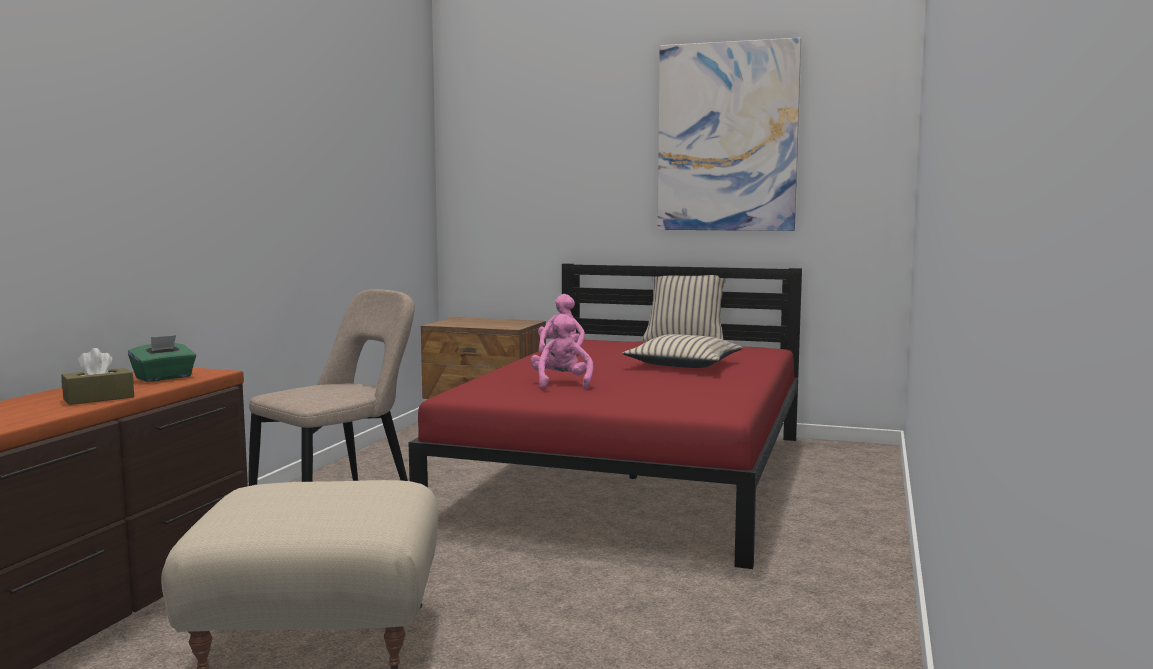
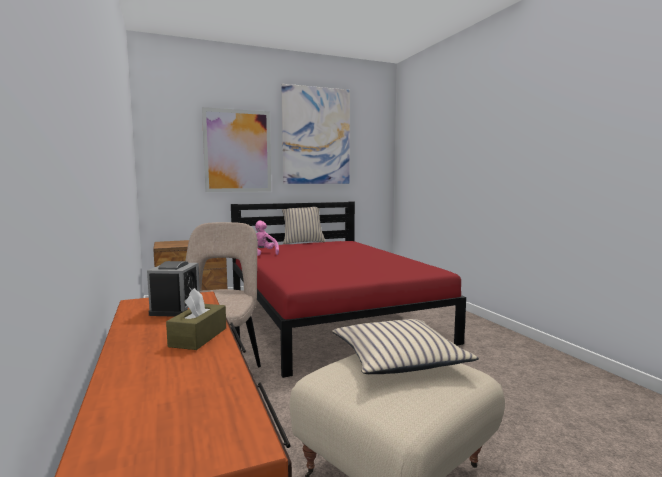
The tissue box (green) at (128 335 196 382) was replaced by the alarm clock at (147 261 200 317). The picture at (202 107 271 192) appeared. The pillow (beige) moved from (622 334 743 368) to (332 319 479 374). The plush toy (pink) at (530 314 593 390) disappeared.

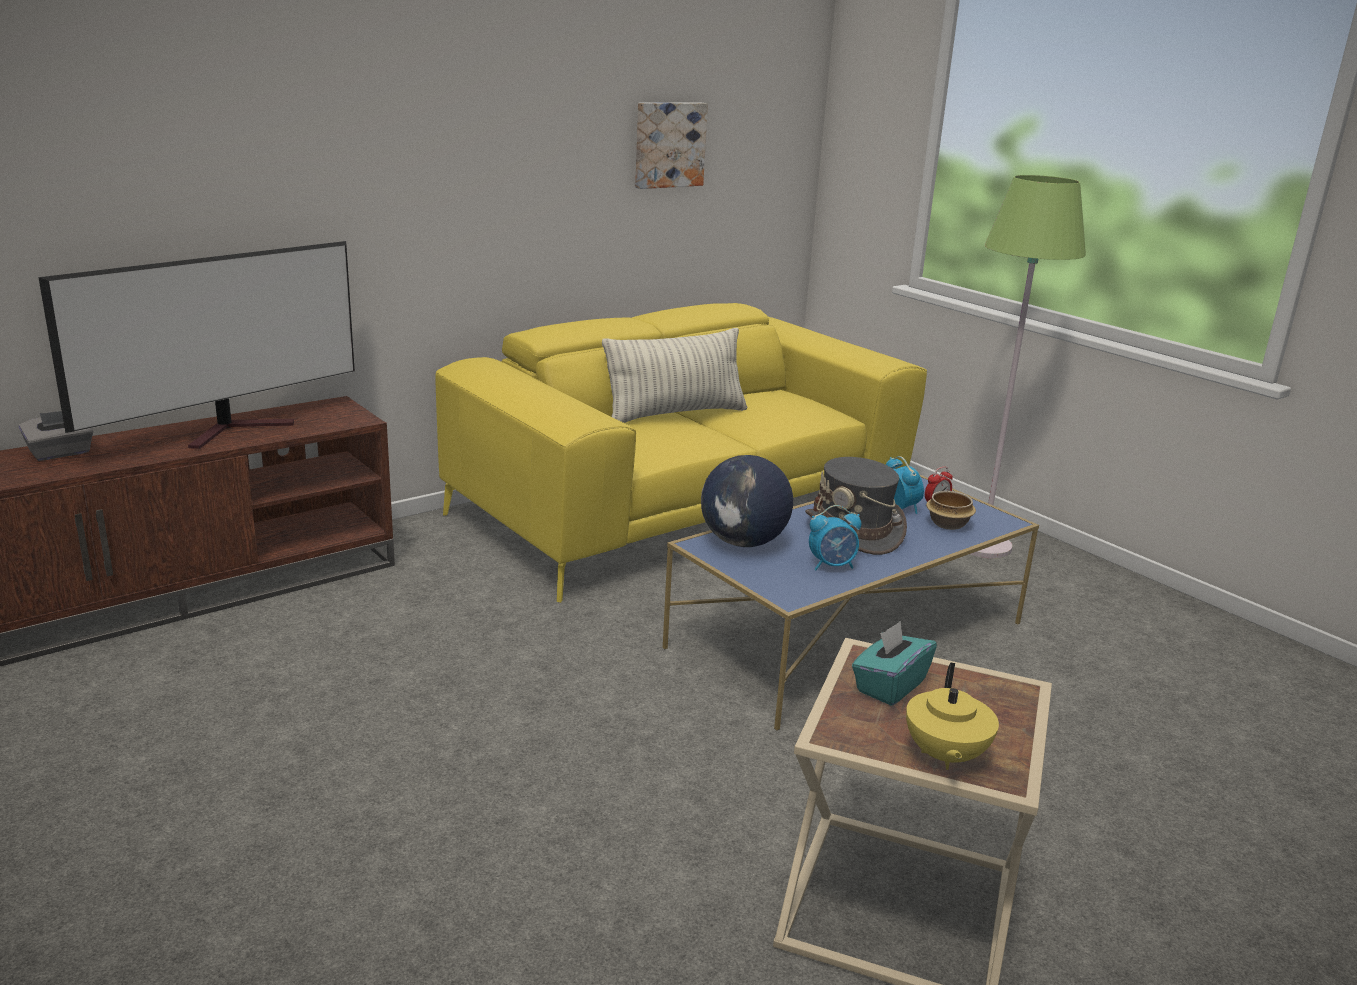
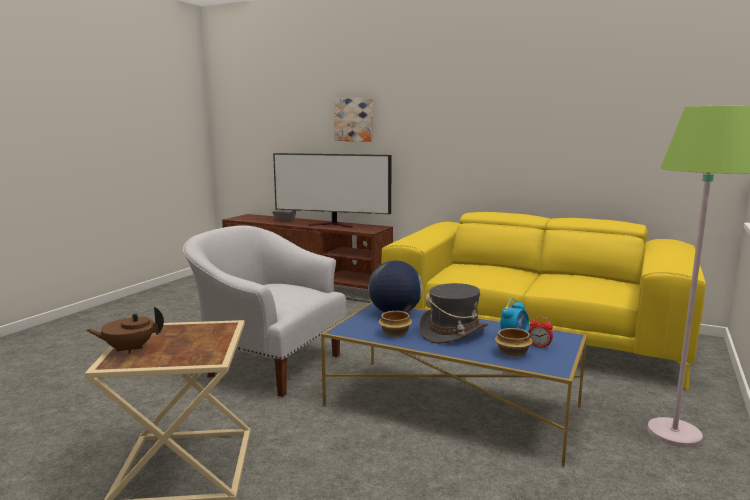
The teapot (yellow) at (906 663 999 770) became the teapot (brown) at (86 306 164 354). The armchair (white) at (183 225 346 397) appeared. The picture moved from (635 103 708 189) to (334 98 373 142). The alarm clock at (809 505 861 570) was replaced by the bowl at (379 311 412 337). The pillow at (602 328 748 423) disappeared. The tissue box (turquoise) at (852 621 937 705) disappeared.

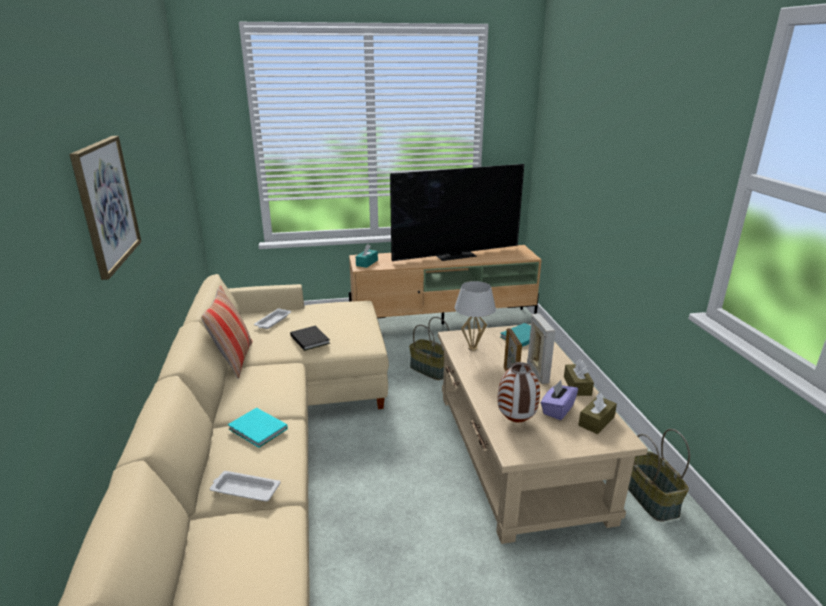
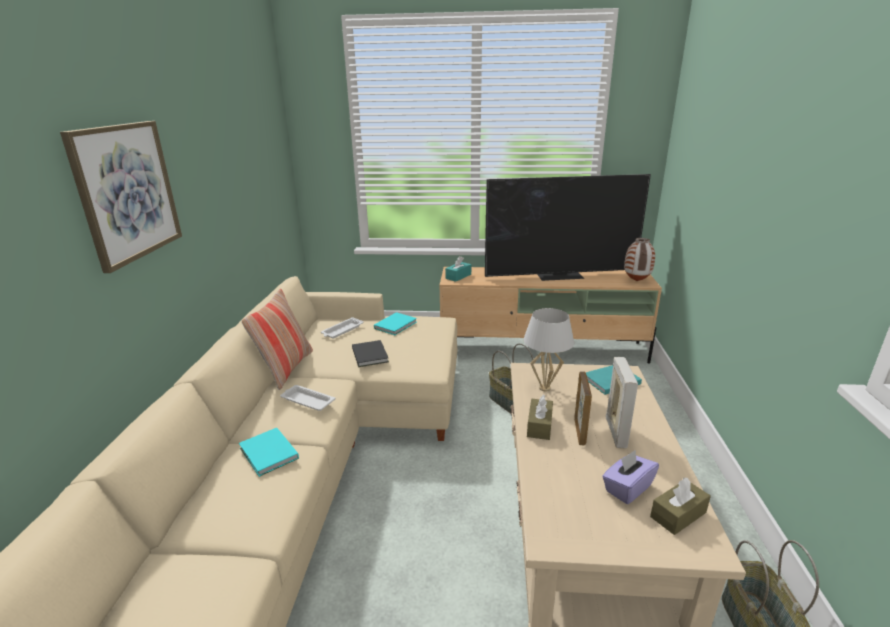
The tray (white) moved from (210 471 281 501) to (280 385 336 411). The book (turquoise) at (374 312 417 335) appeared. The tissue box (brown) moved from (564 359 594 396) to (527 395 553 440). The vase moved from (497 362 540 422) to (624 238 655 281).

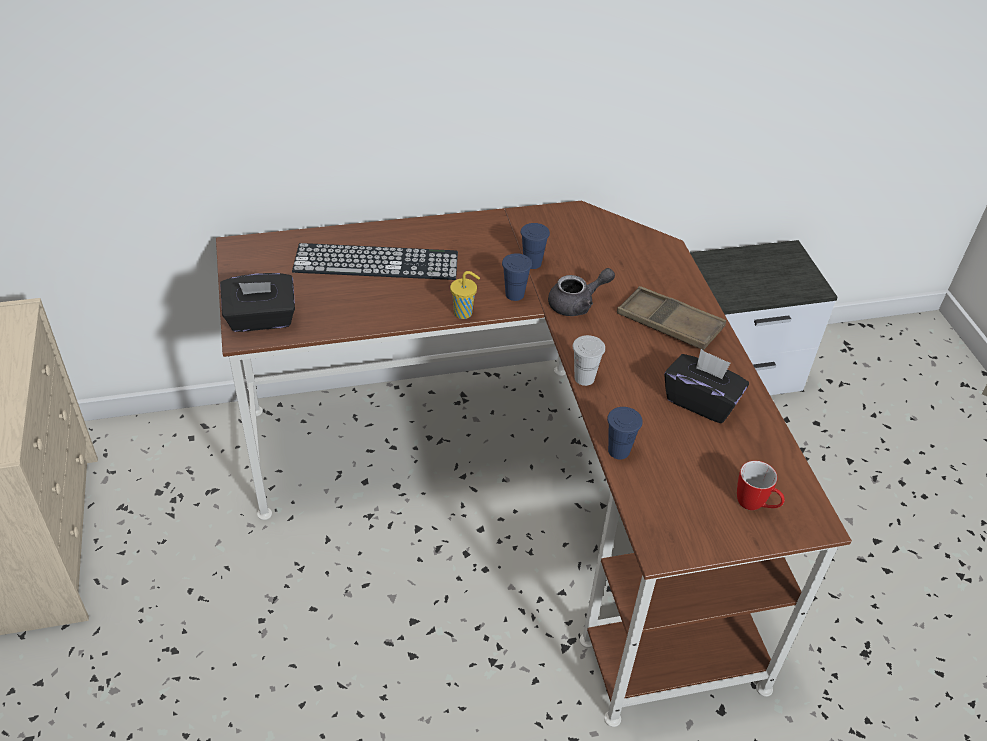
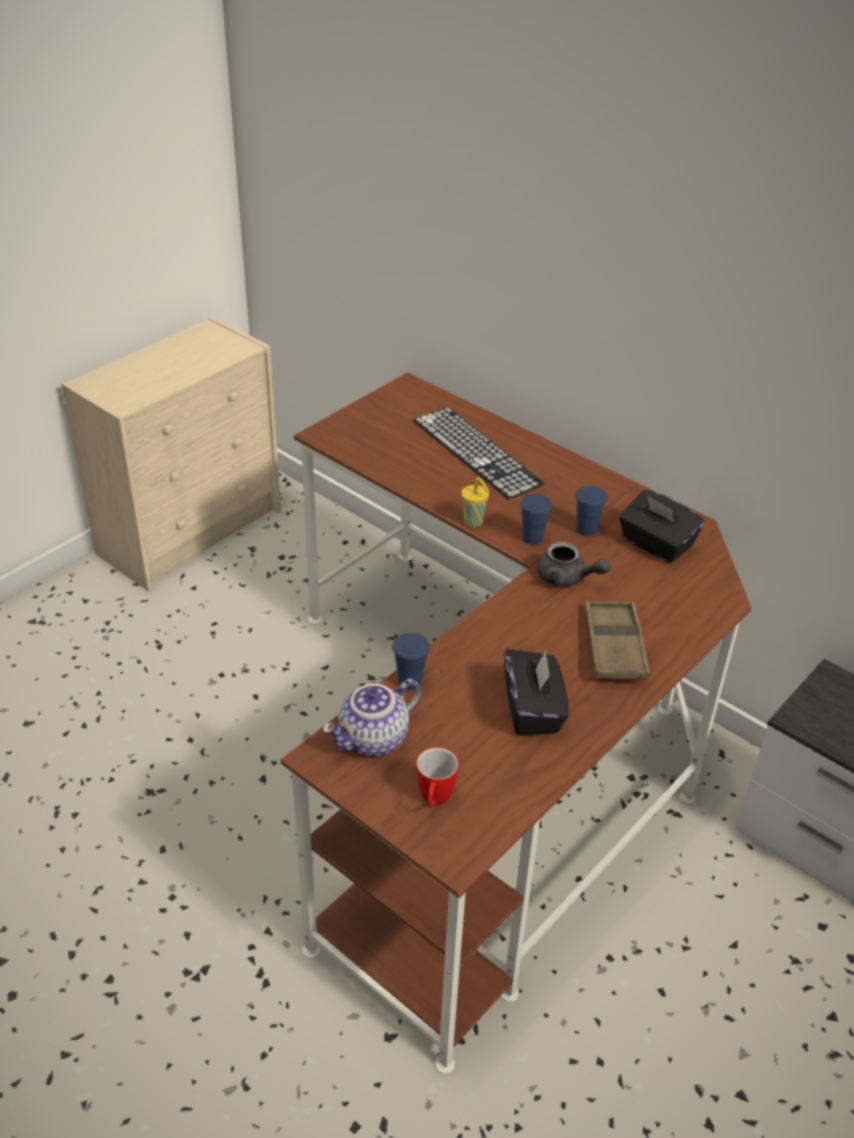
The teapot at (323 679 421 756) appeared. The tissue box (black) moved from (220 273 295 332) to (619 490 704 563). The cup (white) at (573 335 605 386) disappeared.

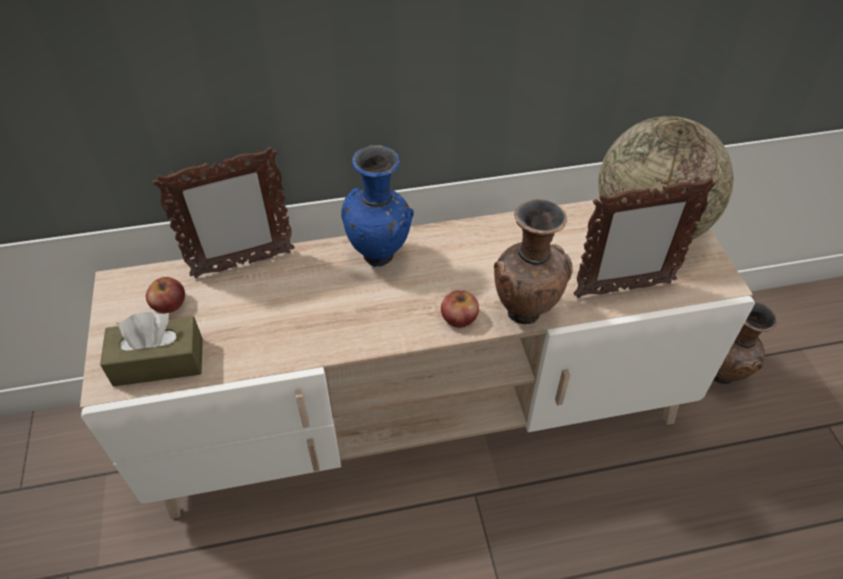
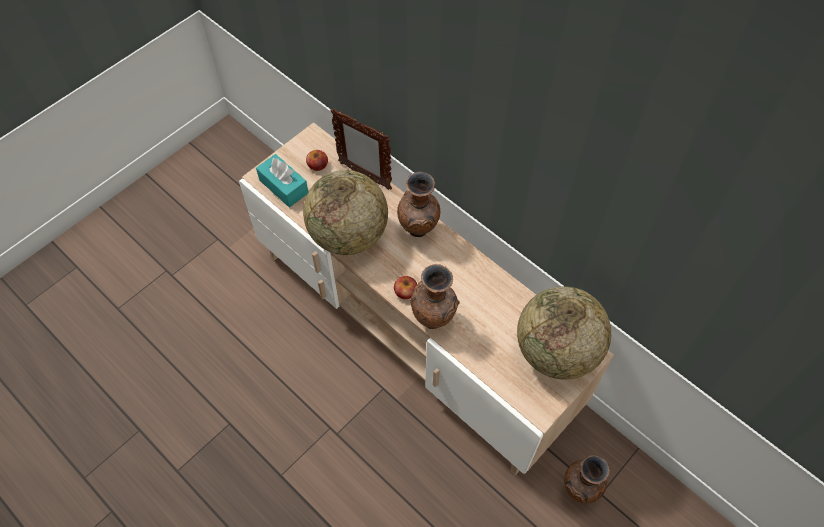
The tissue box (brown) at (100 312 203 387) became the tissue box (turquoise) at (256 154 308 207). The globe at (303 170 388 255) appeared. The vase (blue) at (341 145 414 267) became the vase (brown) at (397 172 440 237). The picture frame at (574 178 716 298) disappeared.

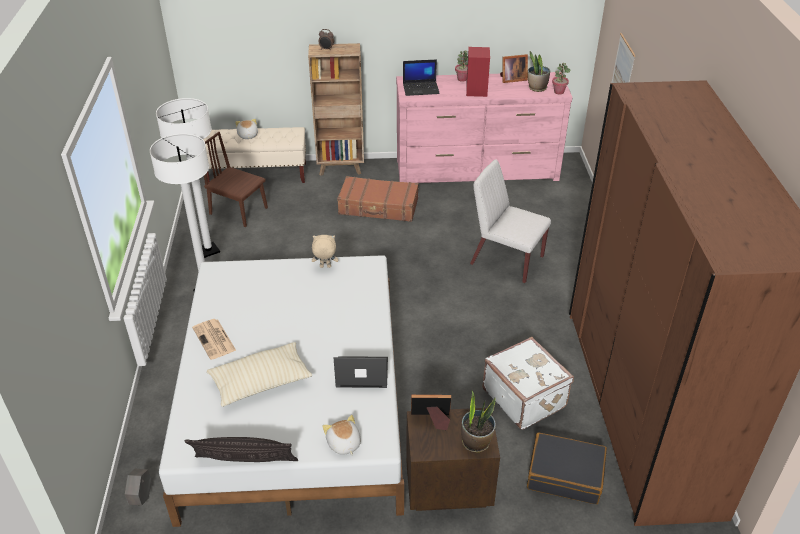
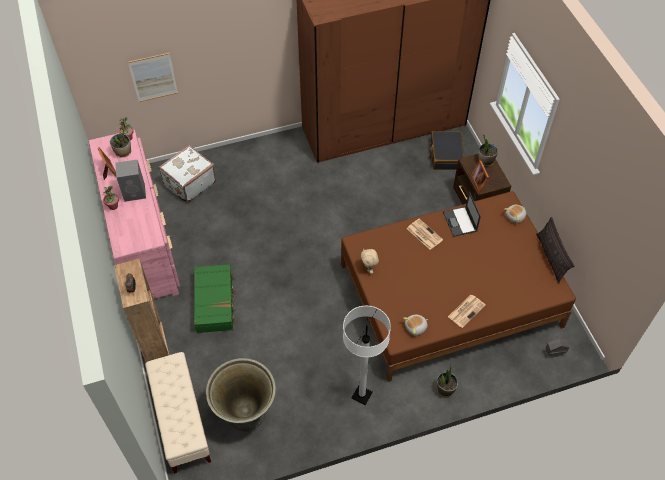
The speaker (red) at (466 47 490 97) became the speaker (grey) at (115 159 146 202). The suitcase (white) moved from (482 337 574 430) to (158 145 216 204). The suitcase (brown) at (337 176 419 222) became the suitcase (green) at (194 264 236 333). The chair (brown) at (204 132 268 227) was replaced by the planter (grey) at (206 358 276 431). The bed (white) at (159 255 404 527) became the bed (brown) at (341 191 576 382). The plush toy moved from (235 119 258 139) to (403 315 428 336). The newspaper at (407 218 443 250) appeared. The potted plant at (437 366 458 398) appeared. The floor lamp (white) at (156 98 220 258) disappeared. The pillow (beige) at (207 342 312 407) disappeared. The laptop at (403 59 440 96) disappeared. The chair (white) at (470 160 551 283) disappeared.

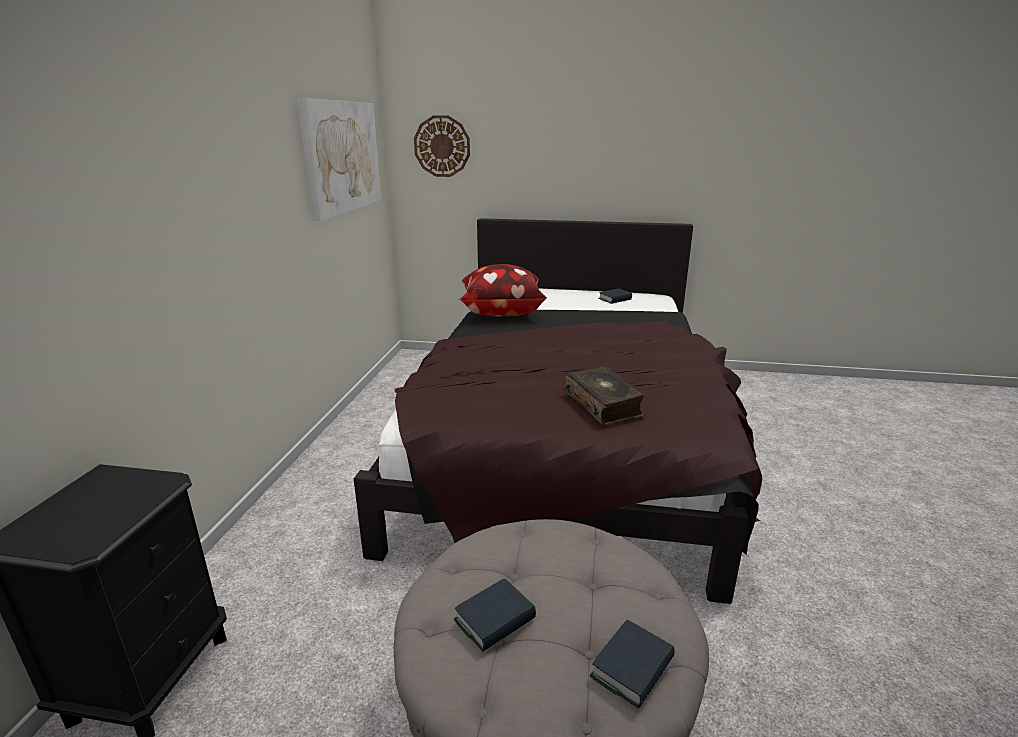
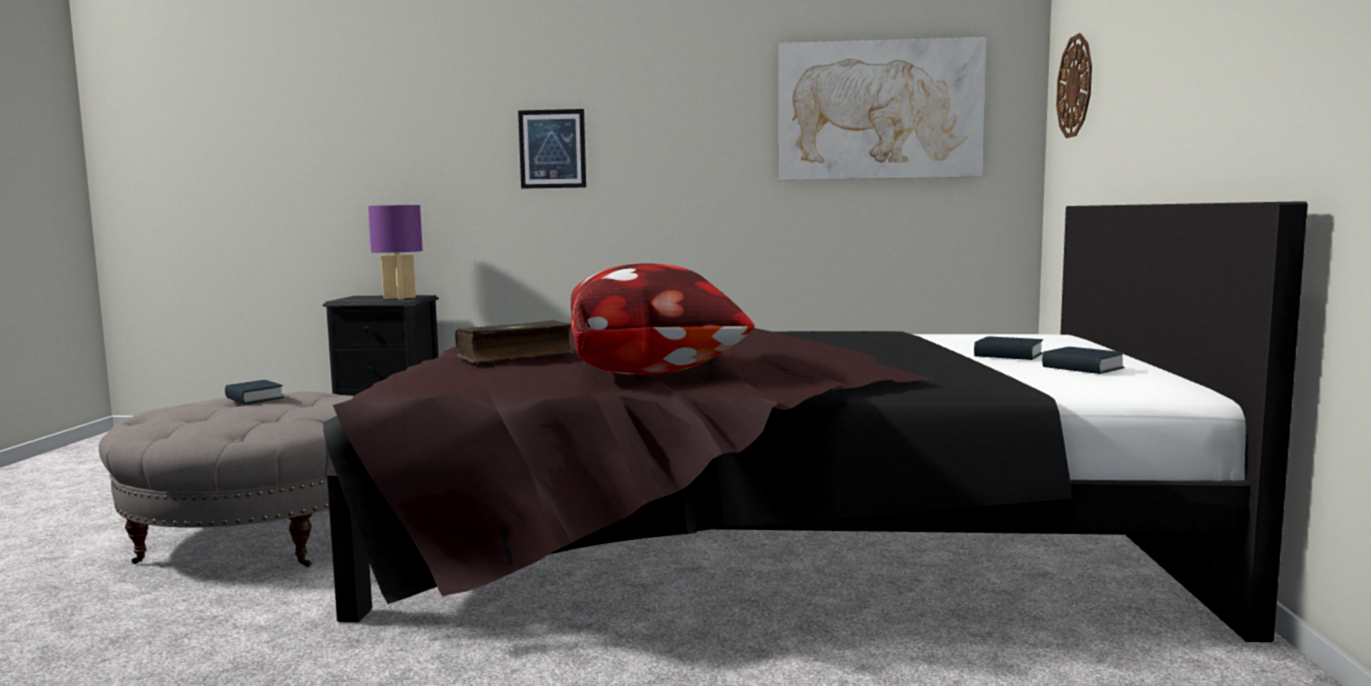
The table lamp (purple) at (368 205 423 300) appeared. The picture at (518 109 586 189) appeared. The pillow moved from (459 264 547 316) to (571 263 755 375). The book moved from (590 620 675 708) to (974 336 1043 360).

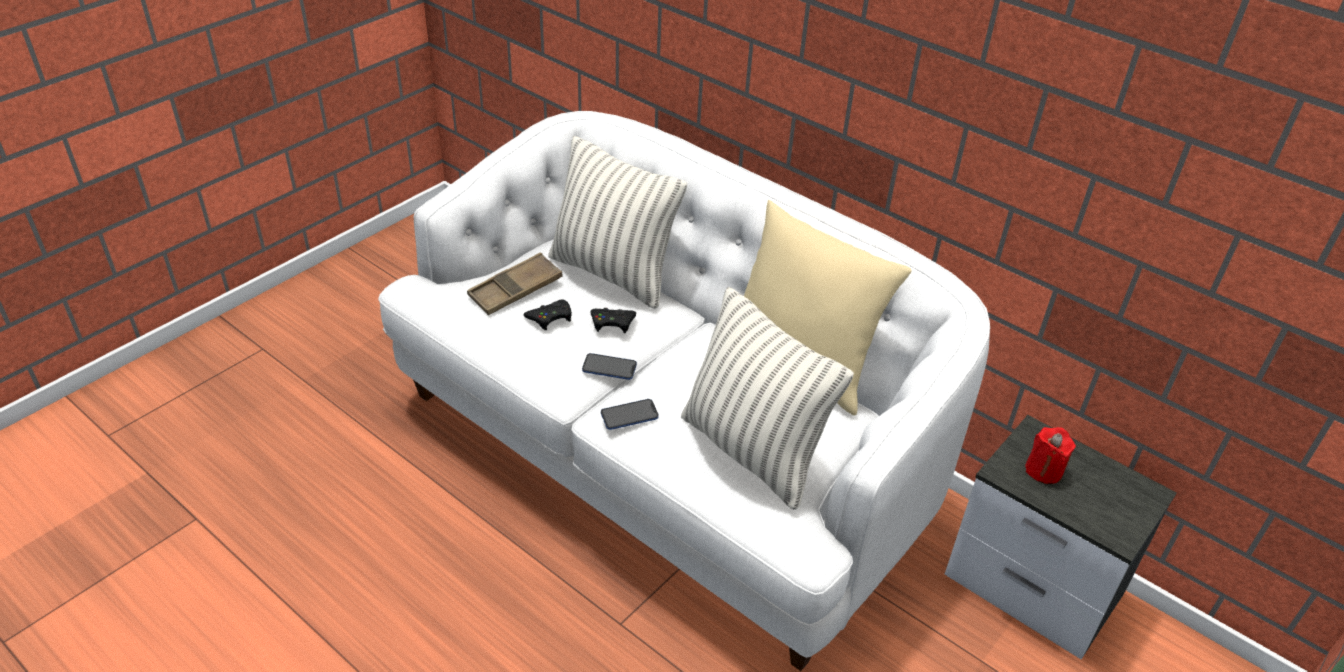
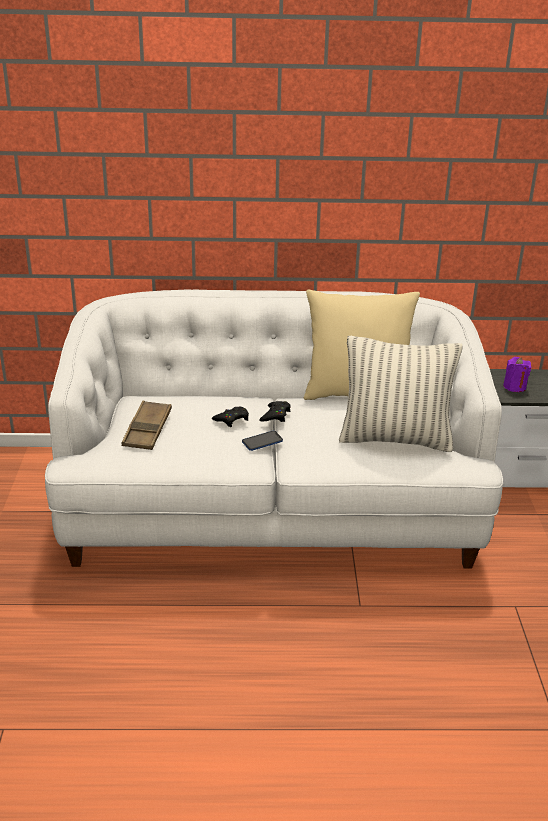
The game controller (black) moved from (523 299 572 331) to (259 401 291 422). The candle (red) at (1026 427 1076 484) became the candle (purple) at (503 357 531 392). The pillow at (549 136 687 309) disappeared. The phone at (601 399 659 430) disappeared.

